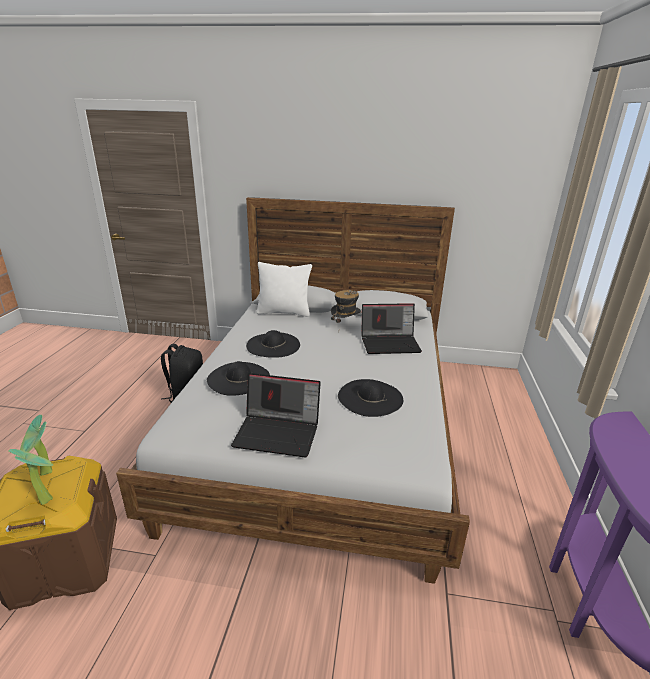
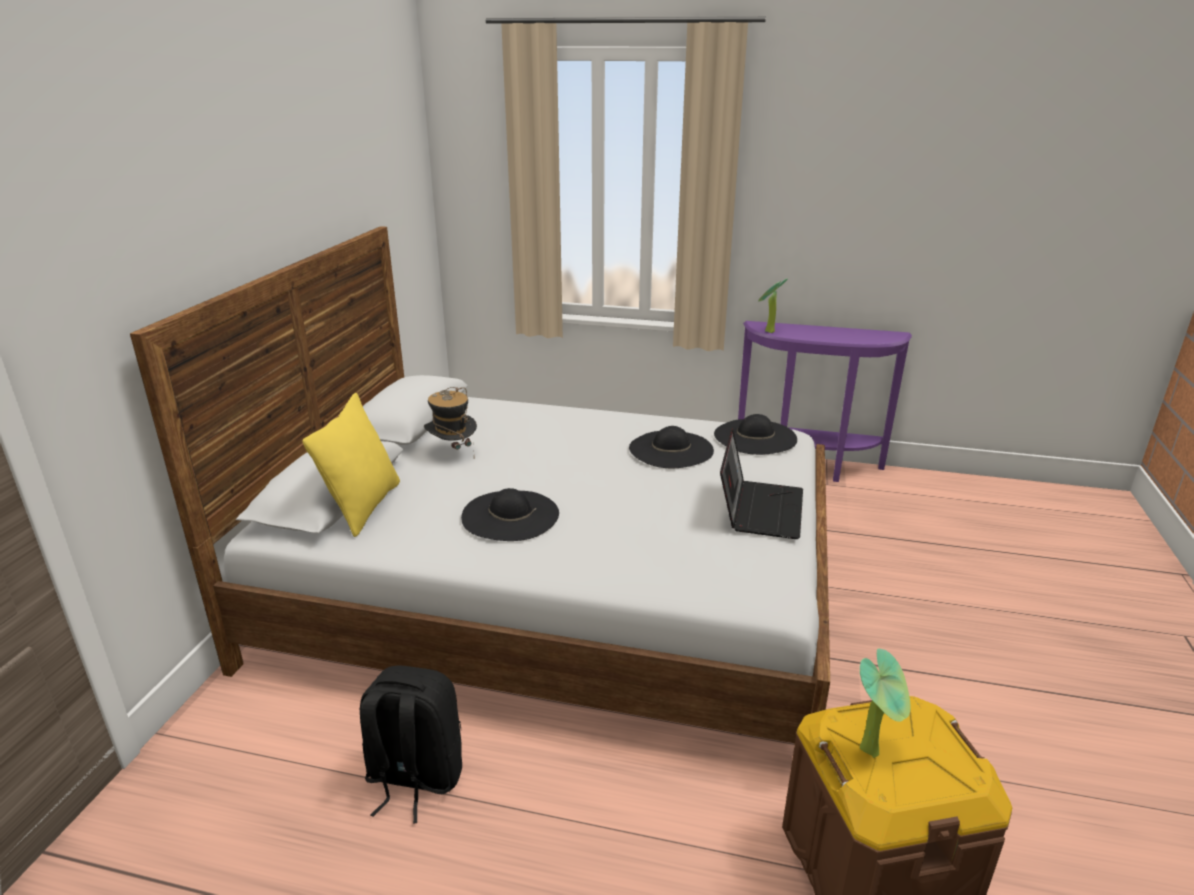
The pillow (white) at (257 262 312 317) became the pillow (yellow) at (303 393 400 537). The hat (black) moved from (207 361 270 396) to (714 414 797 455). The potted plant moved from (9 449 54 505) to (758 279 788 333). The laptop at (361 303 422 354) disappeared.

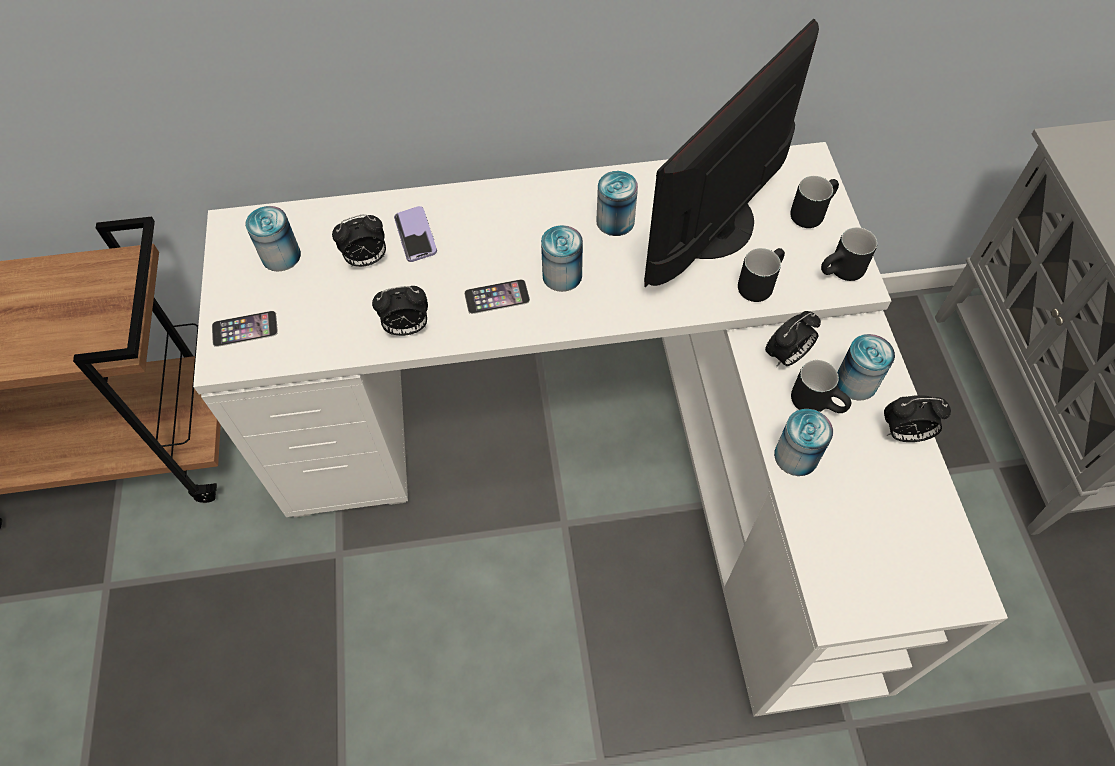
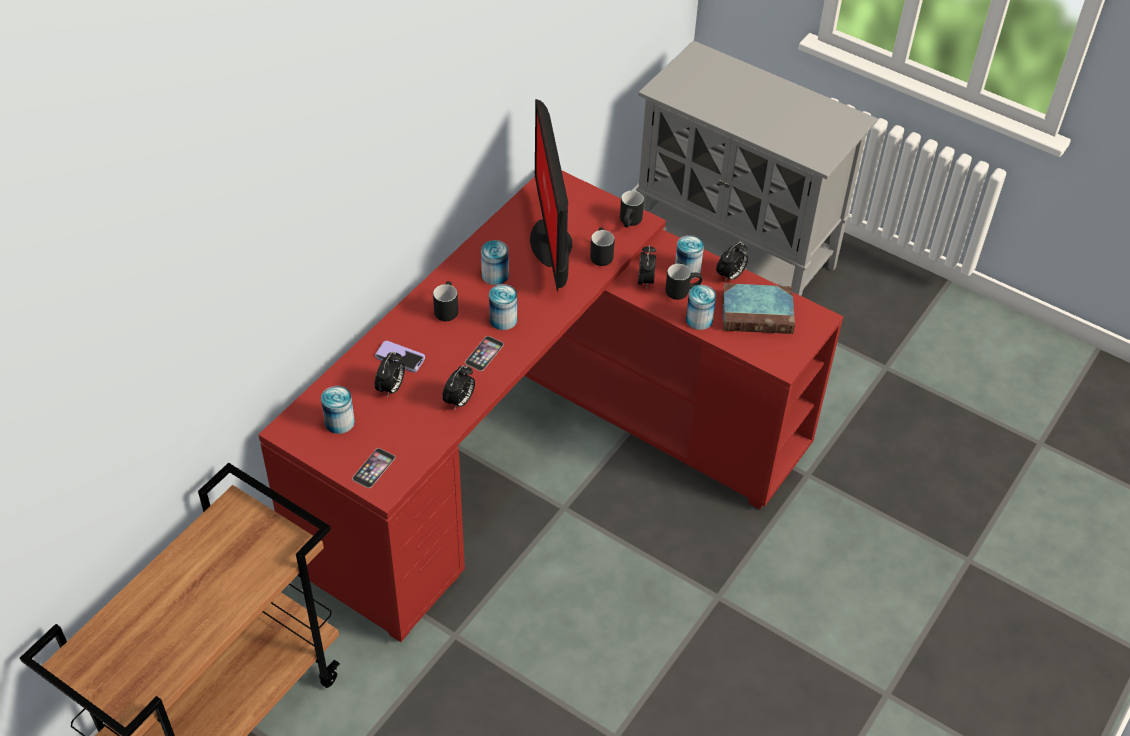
The desk (white) at (193 142 1008 717) became the desk (red) at (258 171 843 642). The mug (black) moved from (790 176 839 228) to (433 281 458 321). The book at (722 283 795 334) appeared.

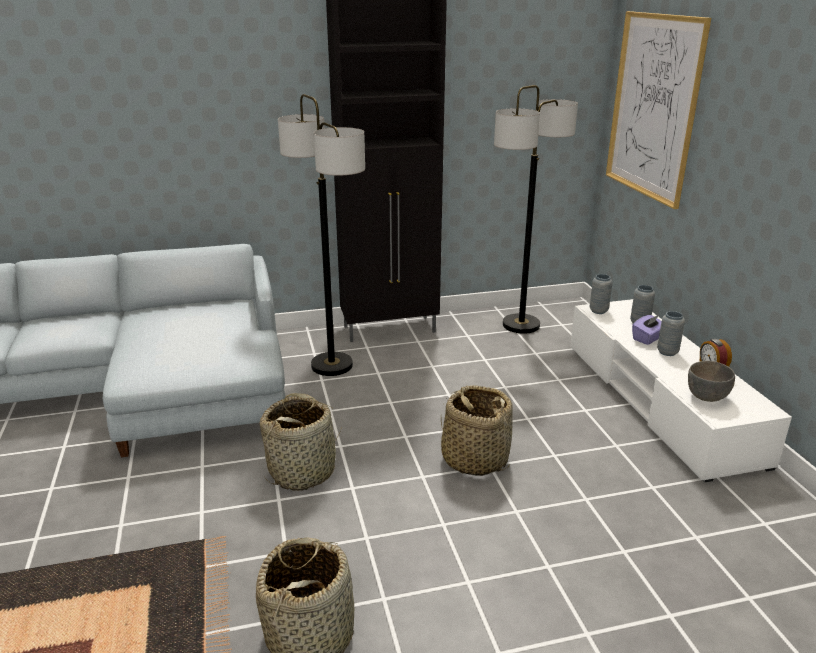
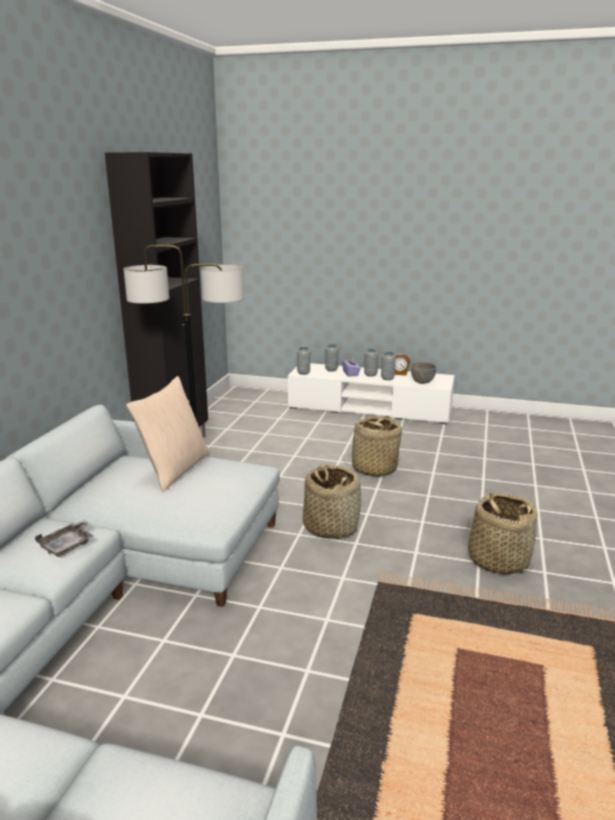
The tray (grey) at (35 520 94 557) appeared. The pillow (beige) at (126 376 210 492) appeared. The vase (grey) at (381 352 396 380) appeared. The floor lamp at (494 85 578 334) disappeared. The picture at (606 11 711 209) disappeared.

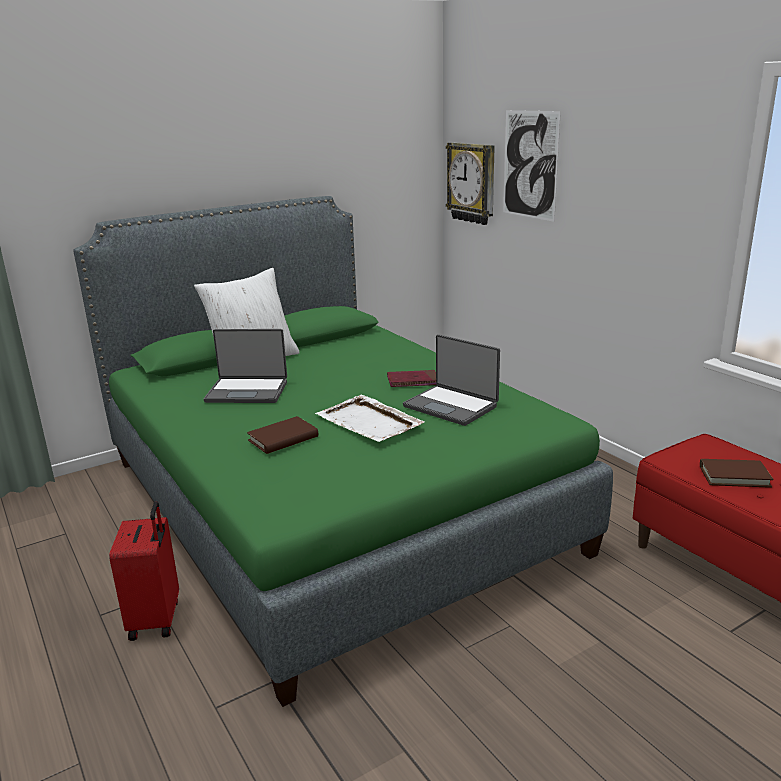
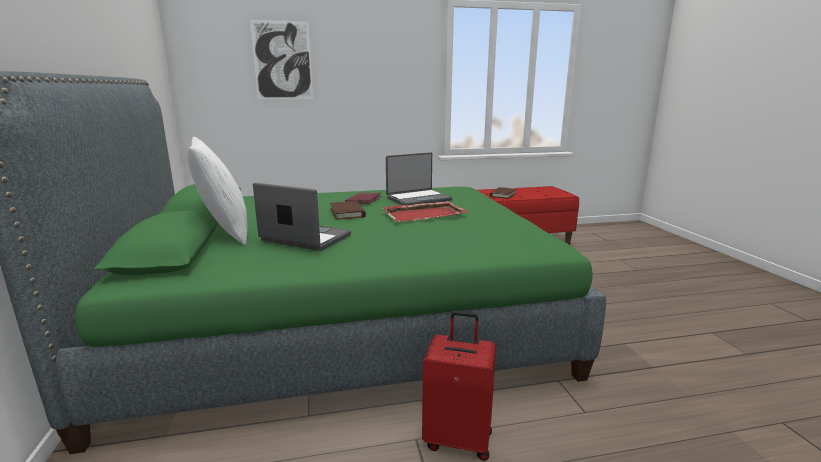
The laptop at (204 329 287 403) turned 90 degrees counterclockwise. The book (brown) moved from (247 416 318 454) to (330 201 366 220). The tray (white) at (315 395 425 442) became the tray (red) at (382 201 468 222). The wall clock at (446 142 495 225) disappeared.

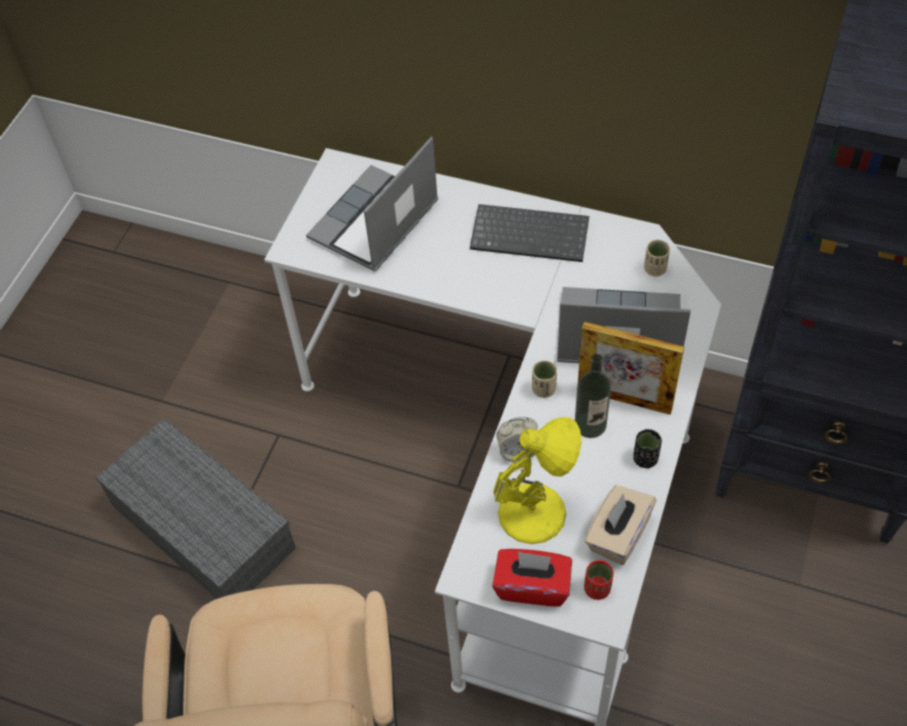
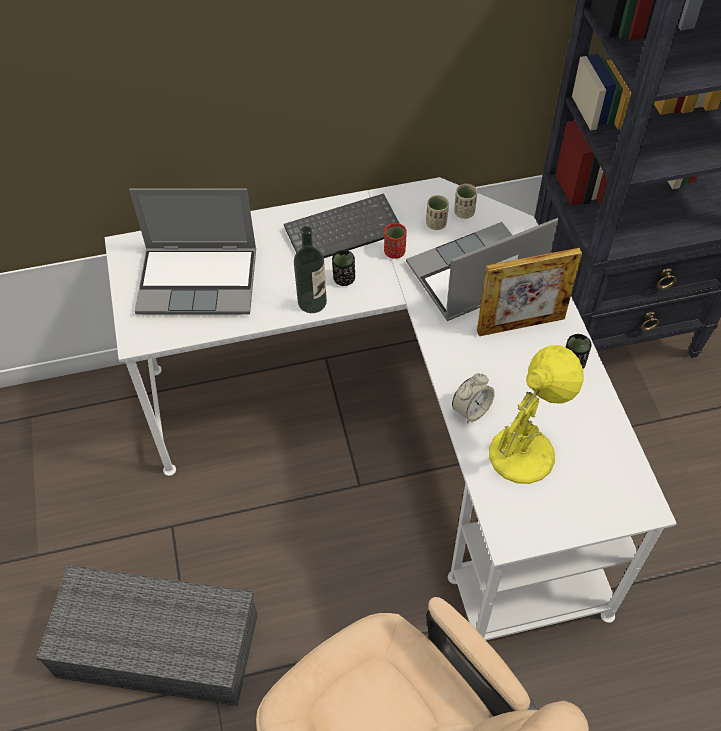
The laptop at (306 137 438 272) turned 90 degrees counterclockwise. The bottle moved from (575 354 611 438) to (294 226 327 313). The cup (black) at (332 250 355 286) appeared. The cup (red) moved from (584 560 614 600) to (384 223 407 259). The cup (beige) moved from (532 360 557 398) to (426 195 449 230). The tissue box (red) at (492 549 572 607) disappeared. The tissue box (beige) at (585 485 656 565) disappeared.

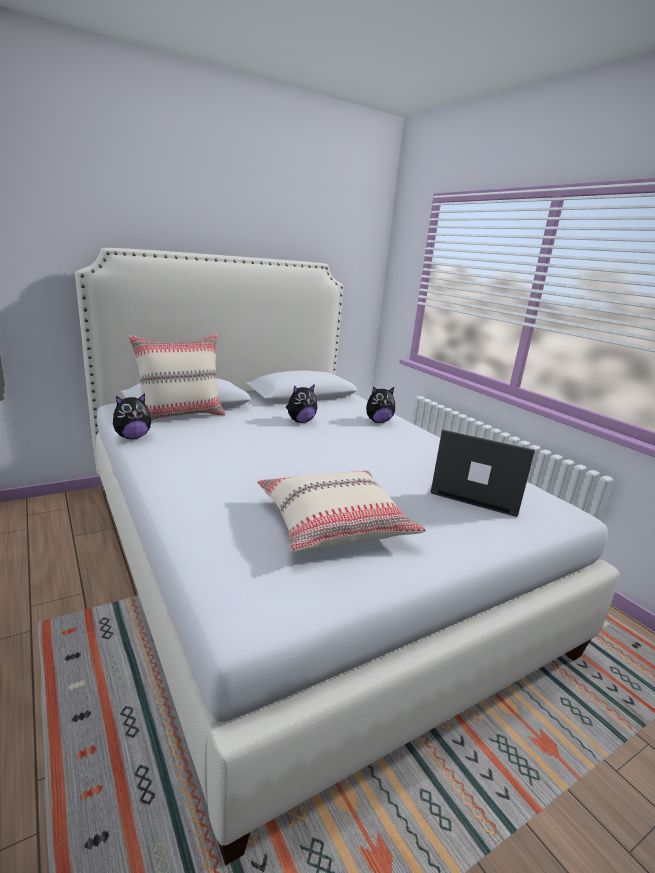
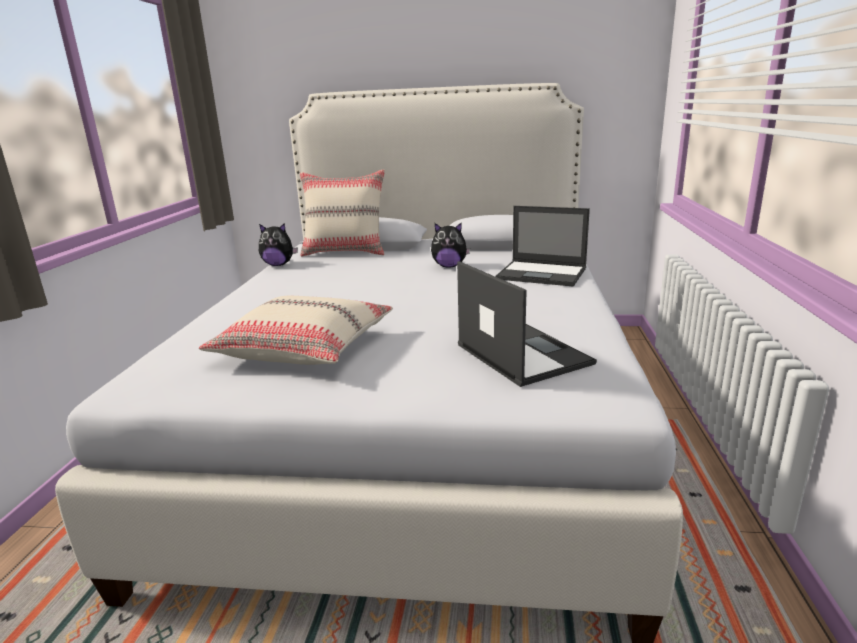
The plush toy at (366 386 395 423) was replaced by the laptop at (495 206 590 287).

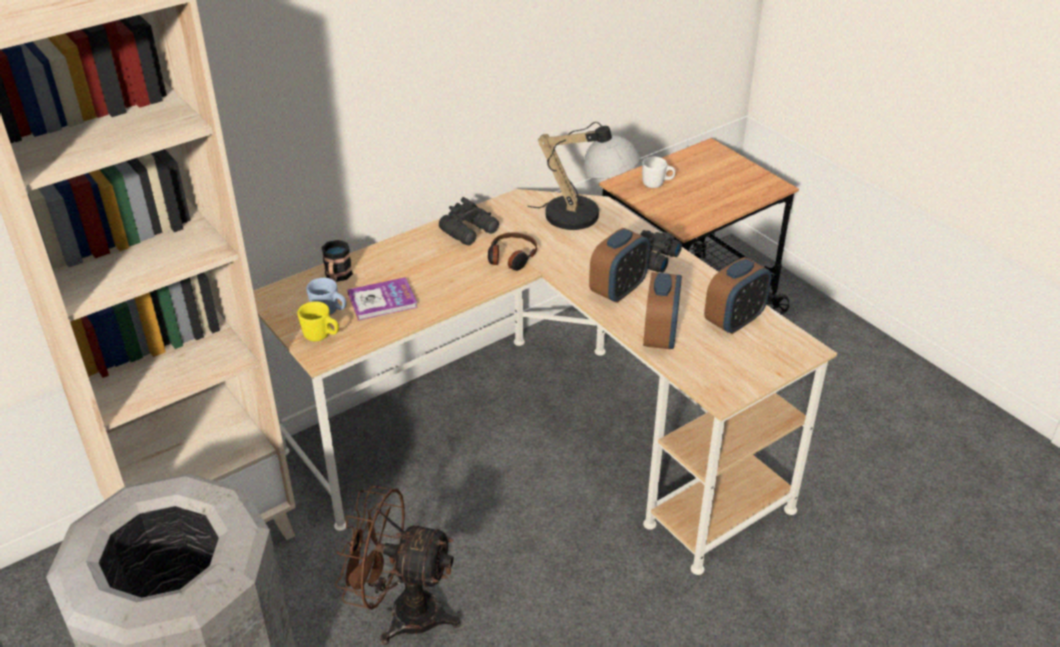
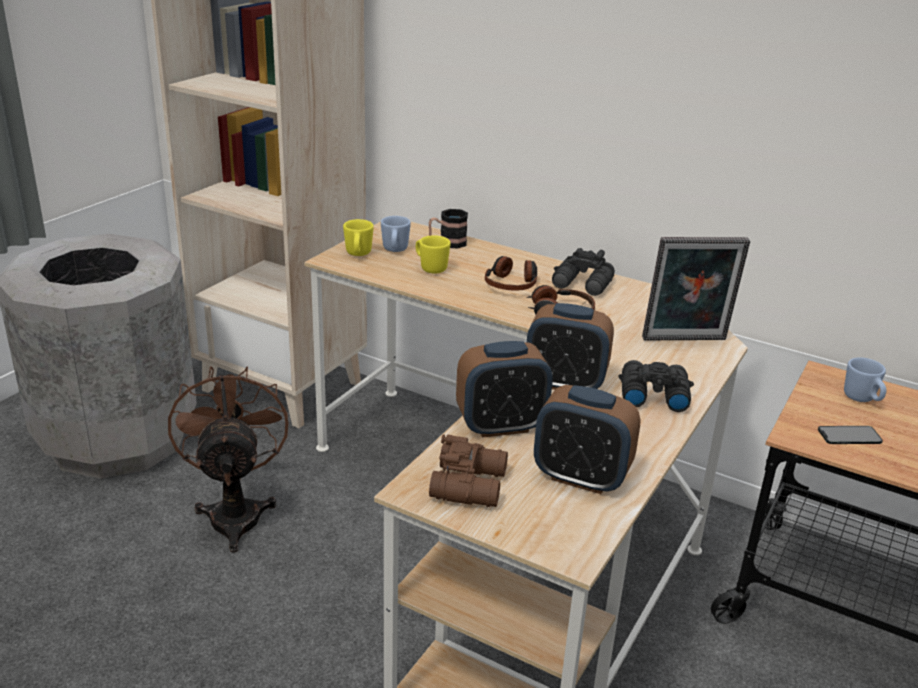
The book at (348 277 418 321) was replaced by the mug (yellow) at (416 235 451 274). The binoculars (brown) at (429 434 508 507) appeared. The headphones at (485 256 537 291) appeared. The table lamp at (527 122 640 230) was replaced by the picture frame at (642 237 750 341). The phone at (818 426 883 444) appeared. The mug (white) at (642 157 675 188) became the mug (blue) at (844 357 886 402).

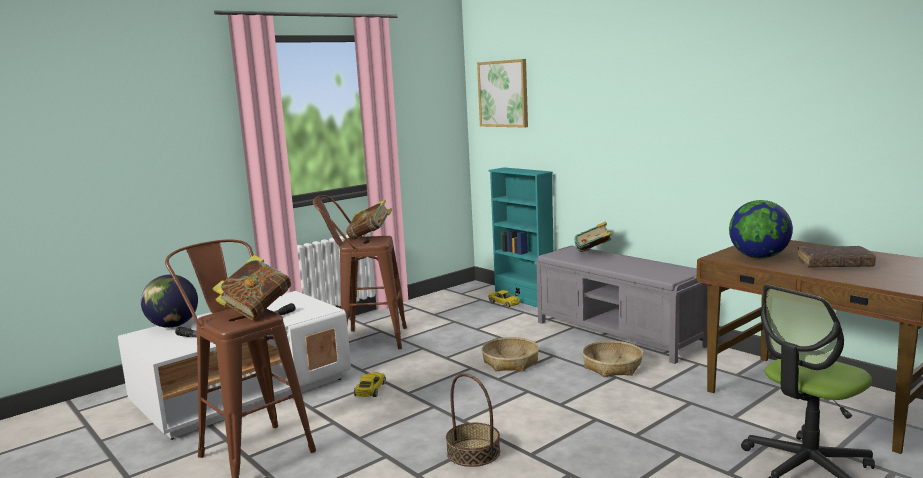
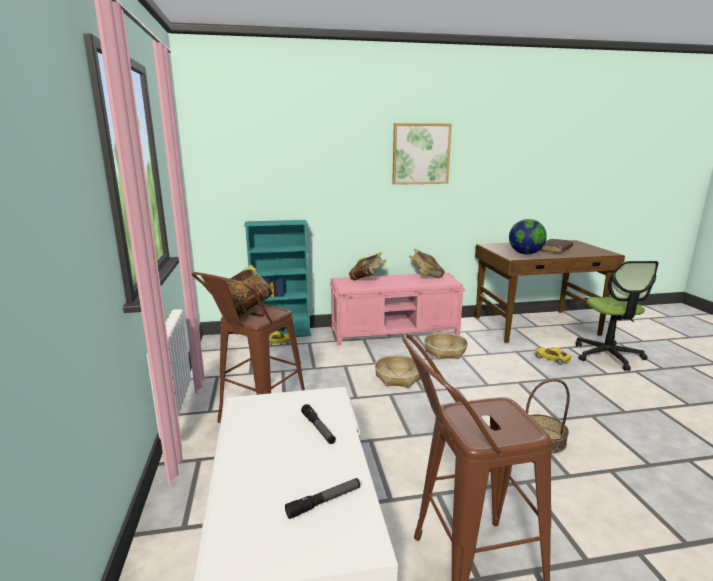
The bench (grey) at (534 245 707 364) became the bench (pink) at (330 272 465 346). The picture moved from (477 59 528 128) to (392 123 452 185). The book moved from (213 255 291 320) to (409 249 445 278). The toy car (yellow) moved from (354 372 386 397) to (535 347 571 365). The globe at (141 274 198 328) disappeared.

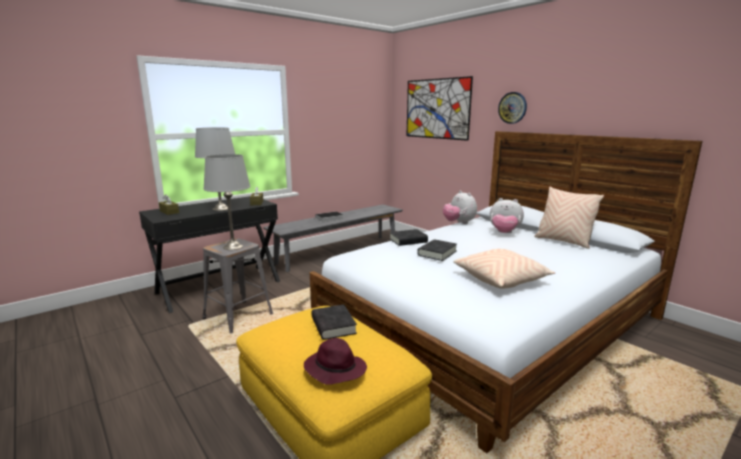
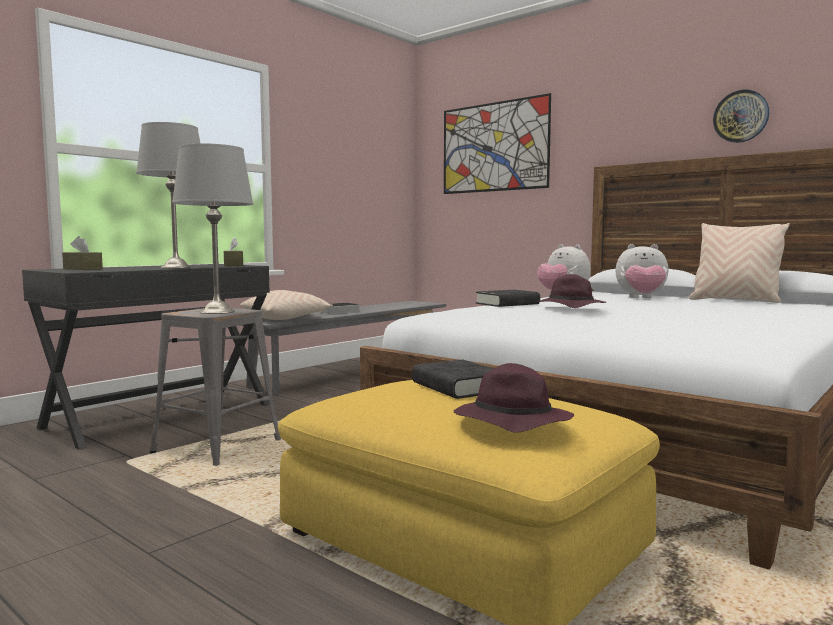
The pillow (beige) moved from (454 249 556 289) to (240 290 333 320). The book (black) at (417 239 457 261) was replaced by the hat (purple) at (537 274 606 308). The wall clock moved from (498 92 527 124) to (713 89 769 143).

